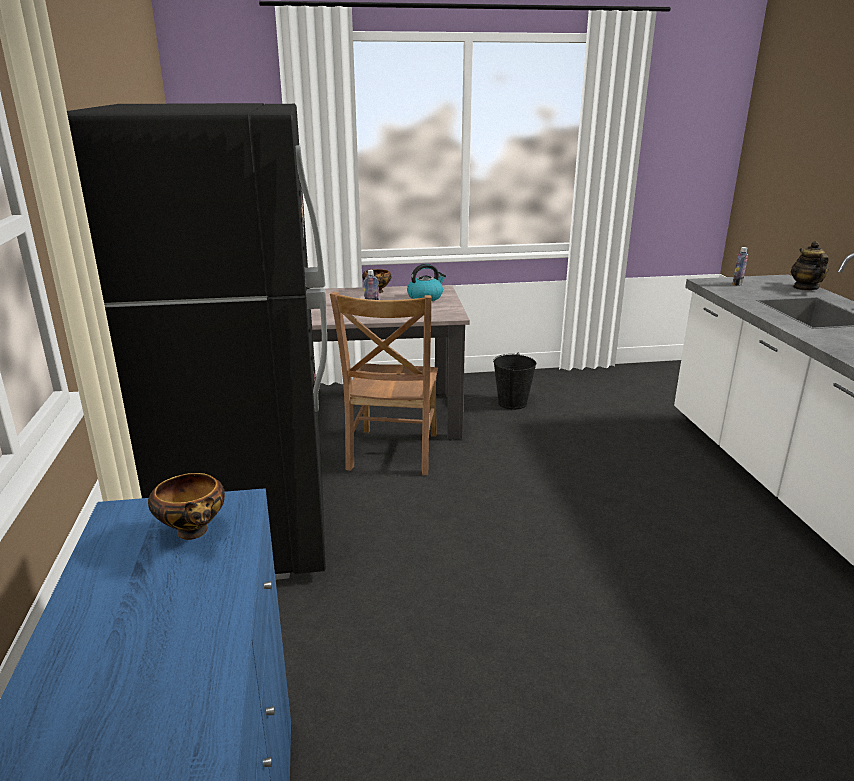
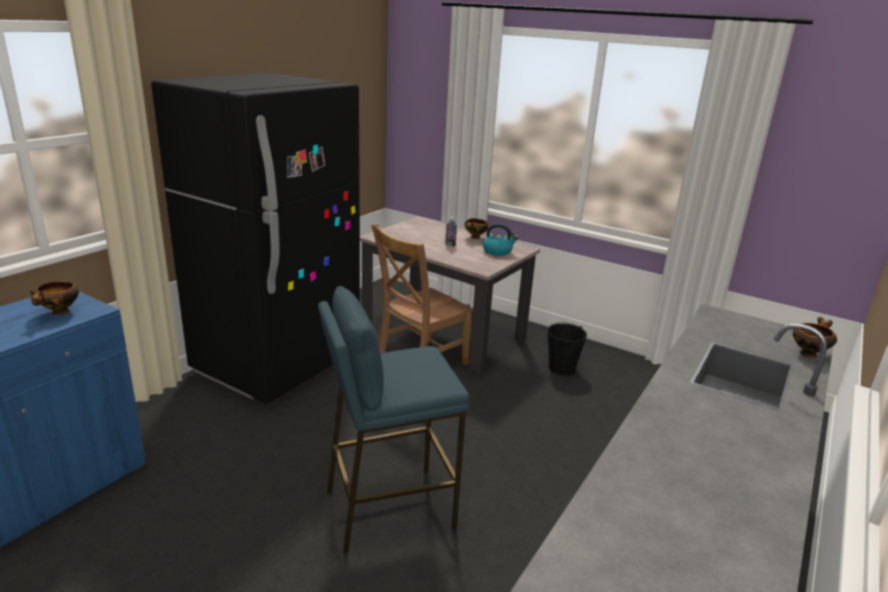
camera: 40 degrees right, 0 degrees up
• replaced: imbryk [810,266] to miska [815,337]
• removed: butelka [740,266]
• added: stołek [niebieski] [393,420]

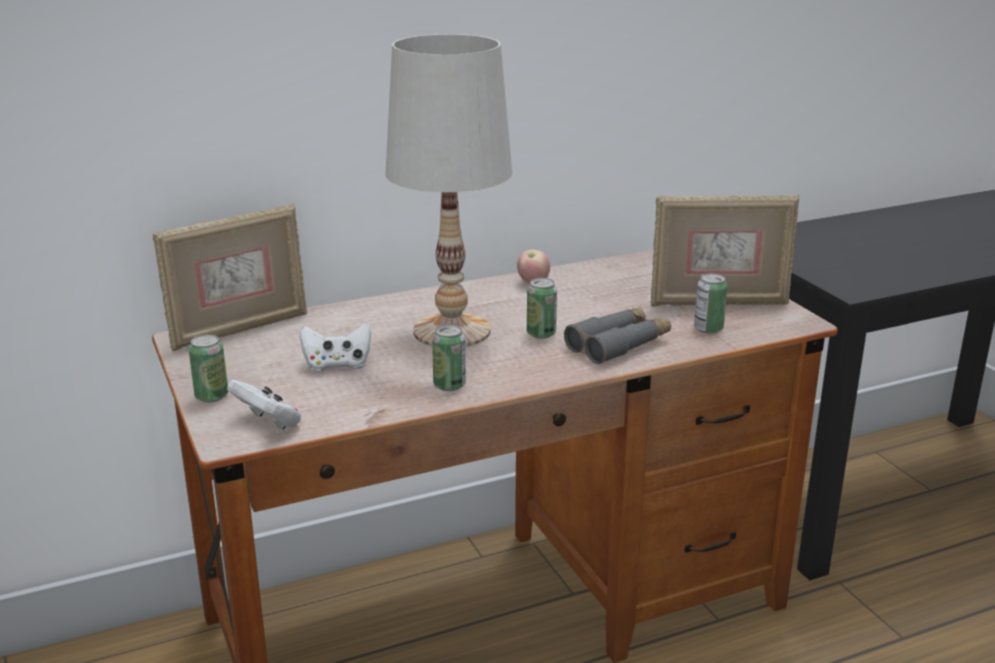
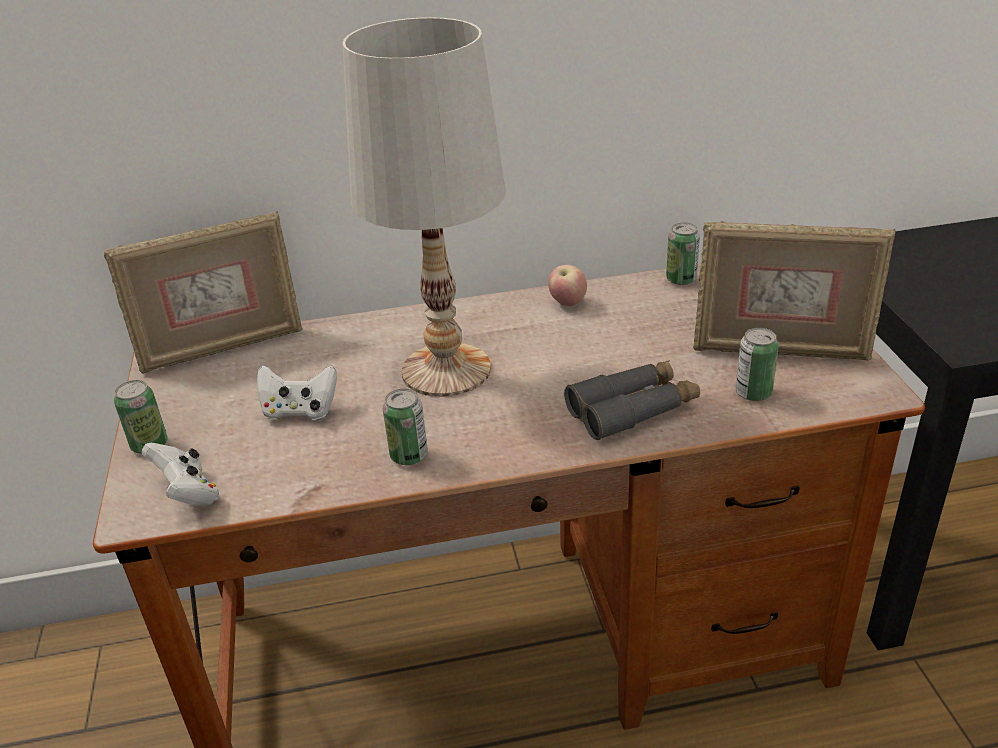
camera: 15 degrees right, 10 degrees up
• moved: puszka [542,308] to [683,254]

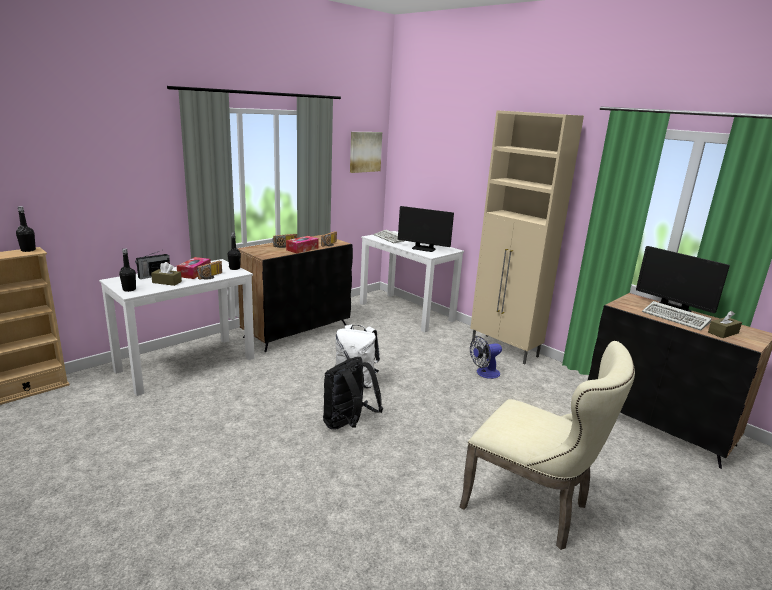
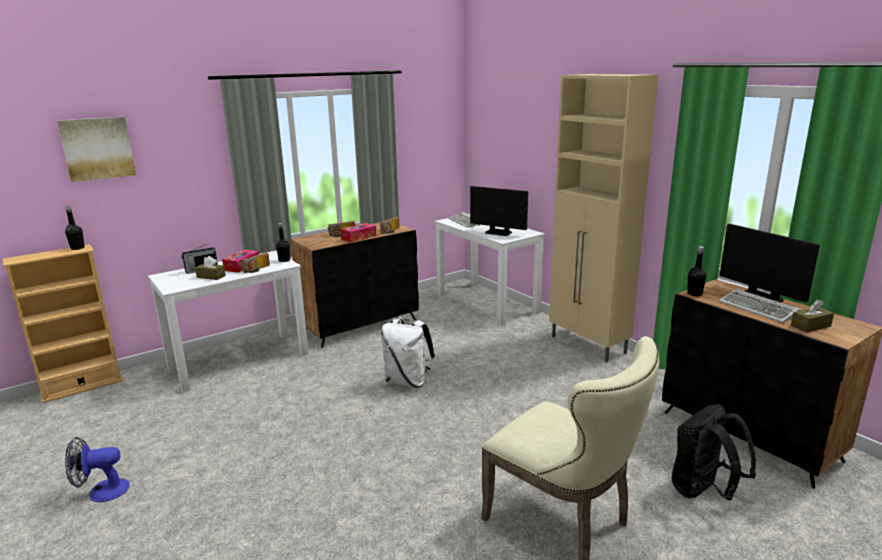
camera: 10 degrees right, 0 degrees up
• moved: obraz [366,152] to [96,149]
• moved: butelka [czarny] [127,270] to [697,271]
• moved: wentylator [486,357] to [97,469]
• moved: plecak [czarny] [353,393] to [714,452]

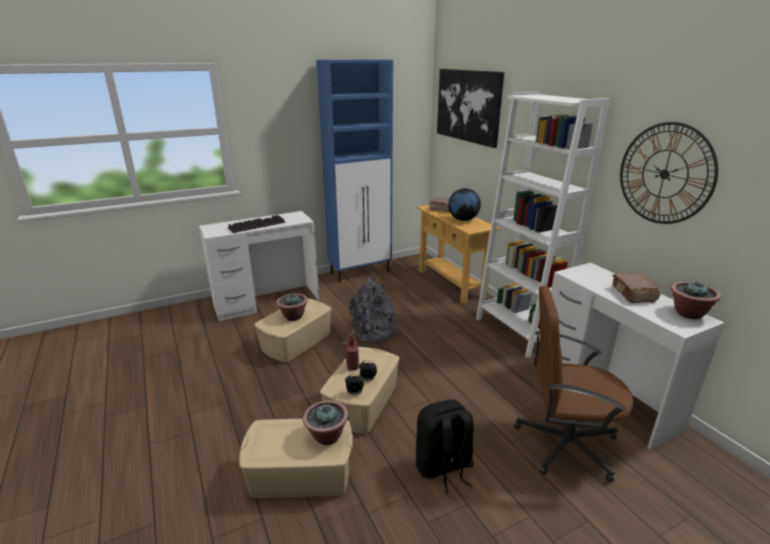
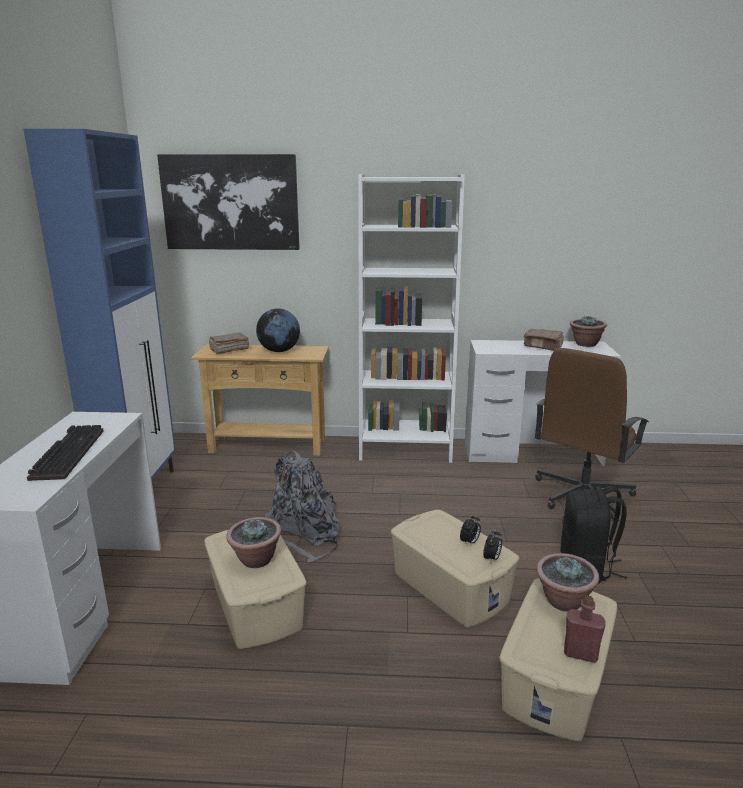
camera: 60 degrees left, 5 degrees down
• removed: zegar ścienny [669,173]
• moved: butelka [czerwony] [352,352] to [585,629]

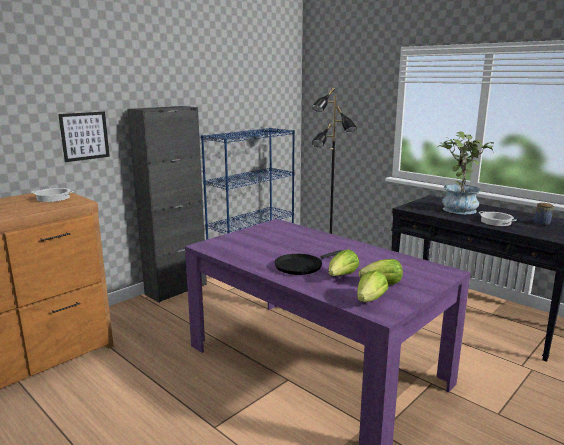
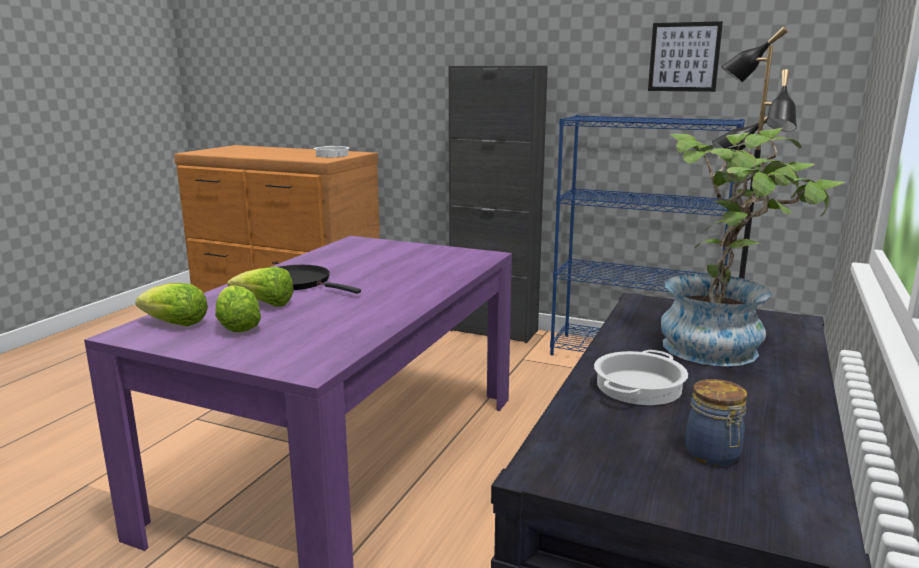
camera: 70 degrees right, 0 degrees up
• moved: obraz [84,137] to [685,56]

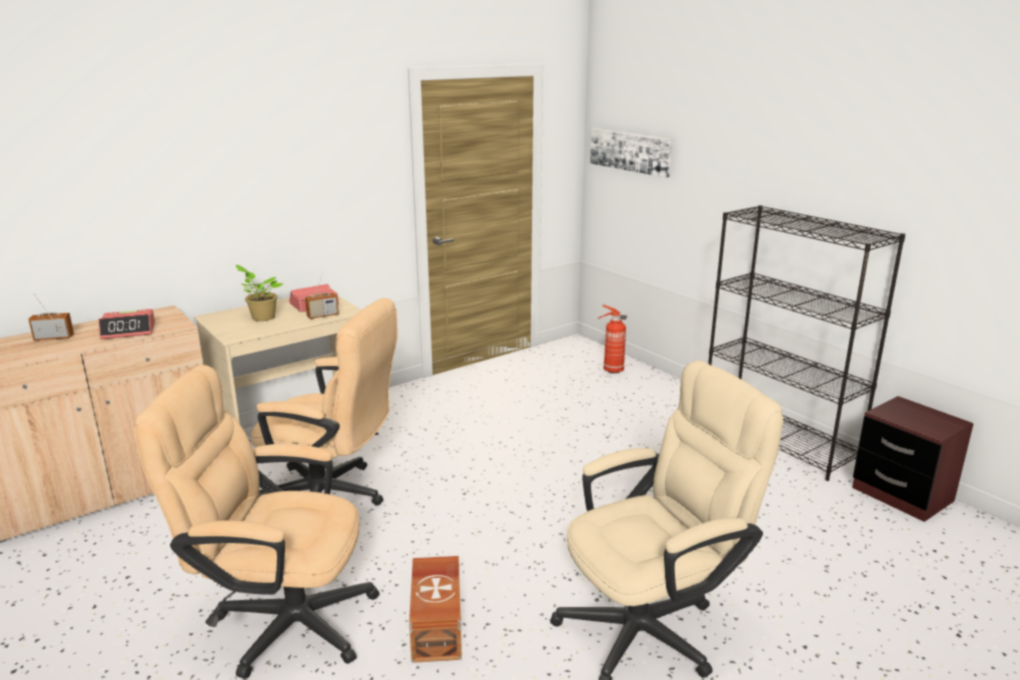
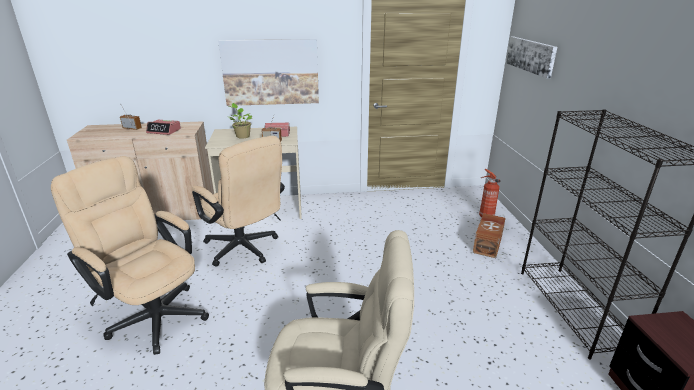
camera: 30 degrees right, 5 degrees up
• moved: pojemnik do przechowywania [brązowy] [435,609] to [489,235]
• added: obraz [268,72]

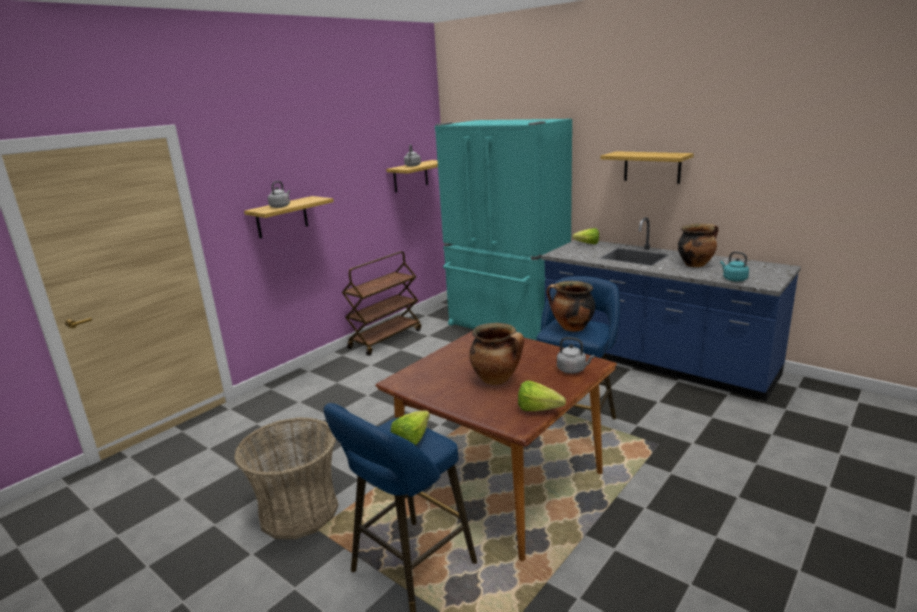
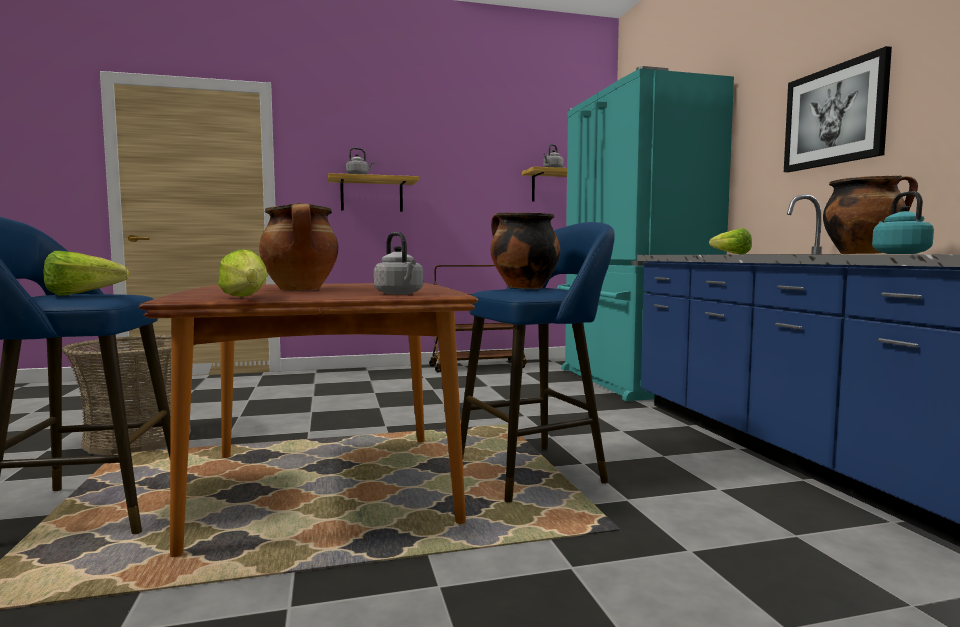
camera: 35 degrees right, 15 degrees down
• replaced: półka [647,167] to obraz [838,109]

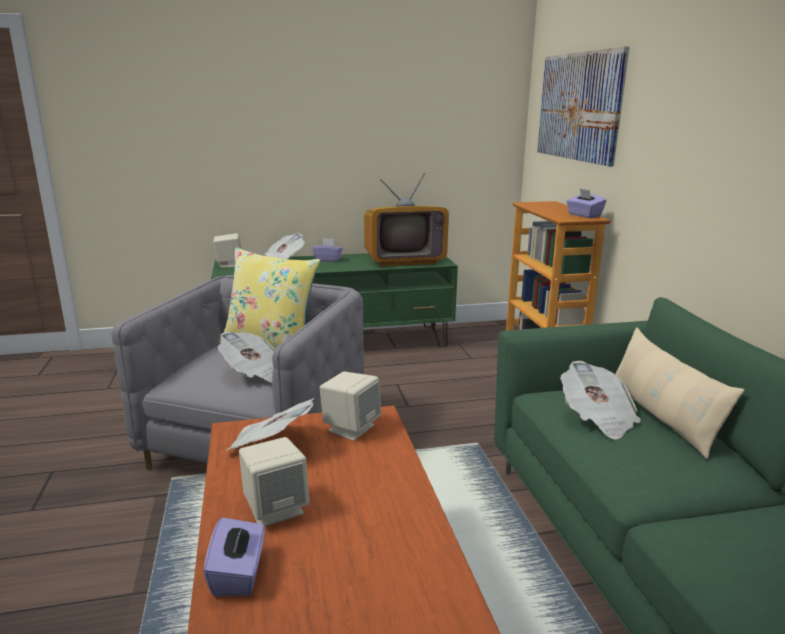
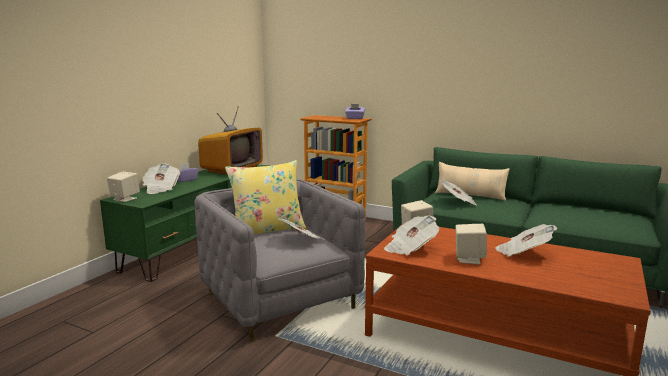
camera: 50 degrees left, 5 degrees down
• removed: obraz [583,106]
• removed: pudełko chusteczek [fioletowy] [234,556]
• added: gazeta [526,240]

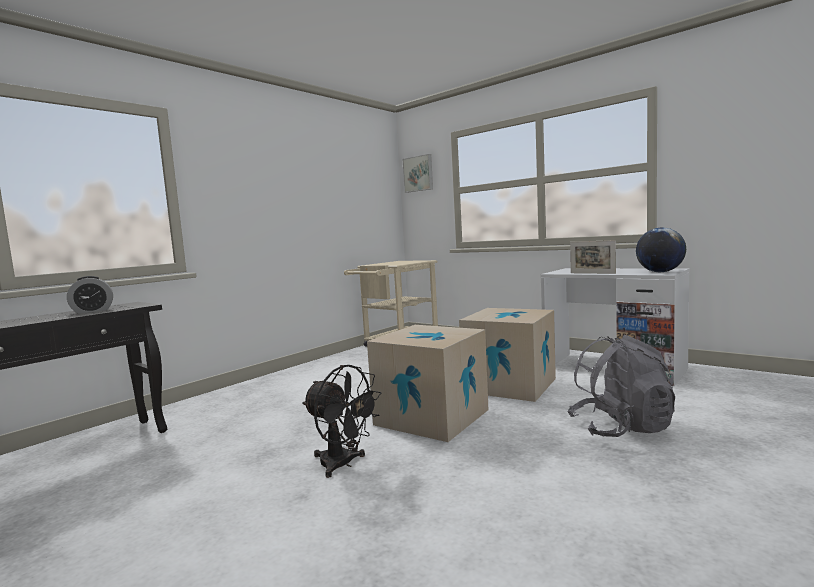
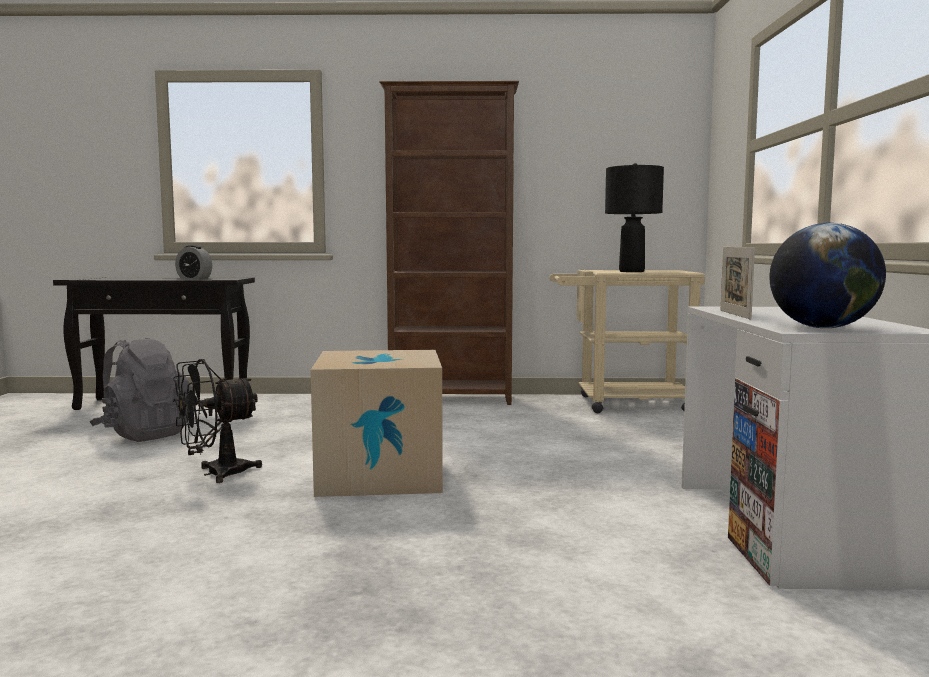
camera: 50 degrees right, 0 degrees up
• removed: obraz [418,173]
• removed: karton [507,355]
• moved: plecak [szary] [621,386] to [142,390]
• turned: wentylator [czarny] [342,421] = [217,421] 60 degrees clockwise
• added: regał [brązowy] [449,243]
• added: lampa stołowa [czarny] [634,217]

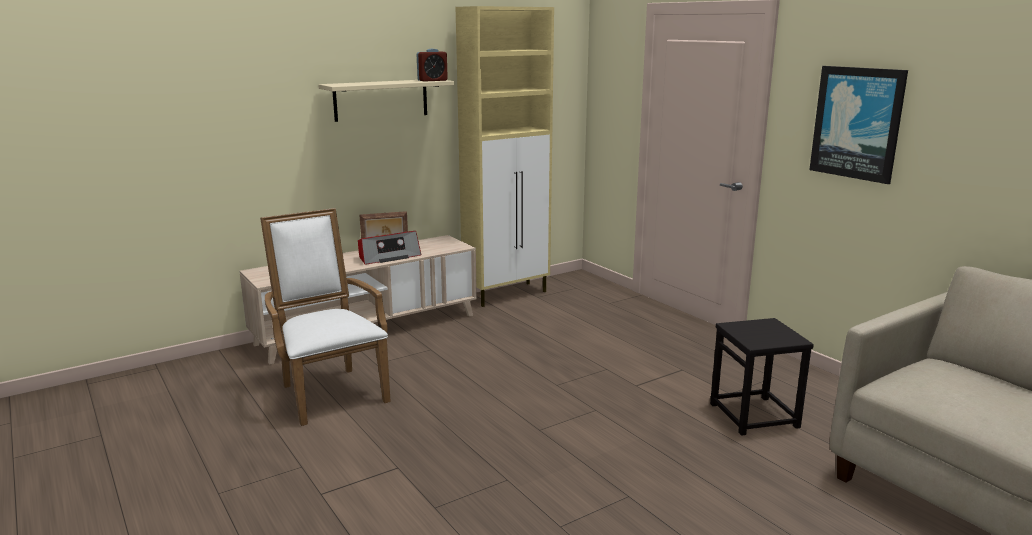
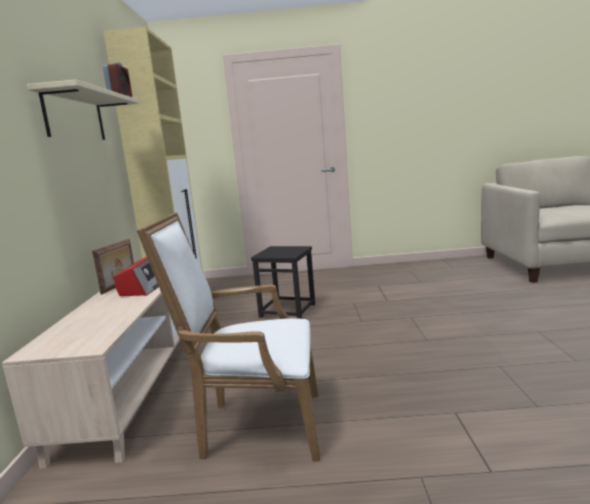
camera: 55 degrees left, 5 degrees down
• removed: obraz [858,125]
• moved: stołek [czarny] [762,377] to [283,282]

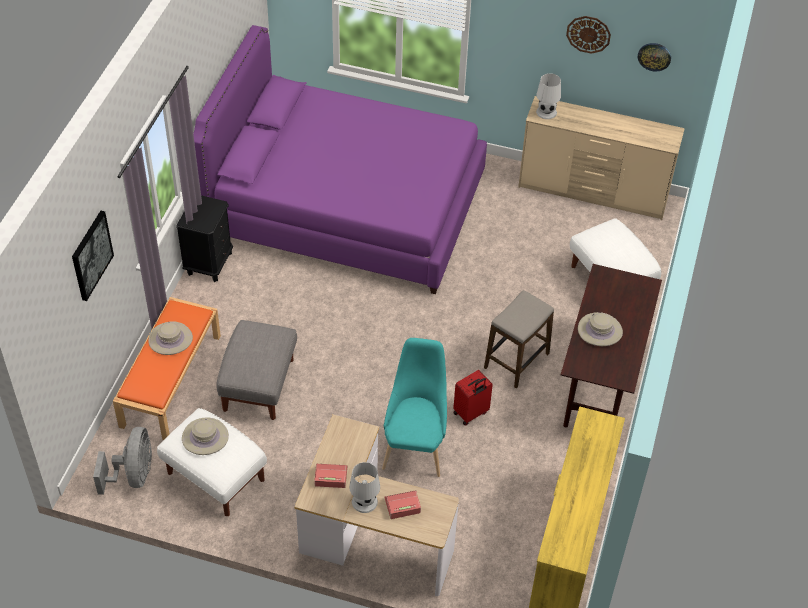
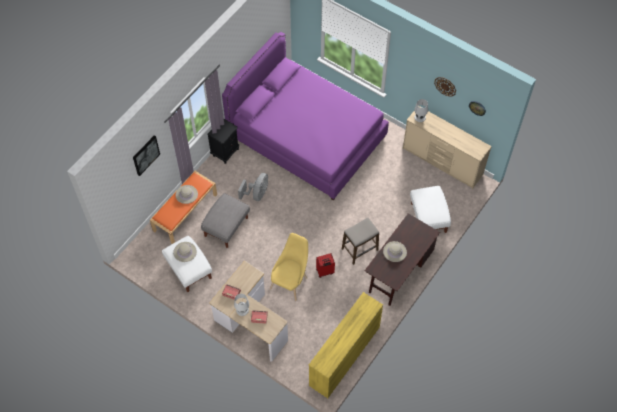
camera: 20 degrees right, 10 degrees up
• recoloured: krzesło [turkusowy] [414,407] to krzesło [żółty] [289,267]
• moved: wentylator [szary] [122,461] to [253,187]

